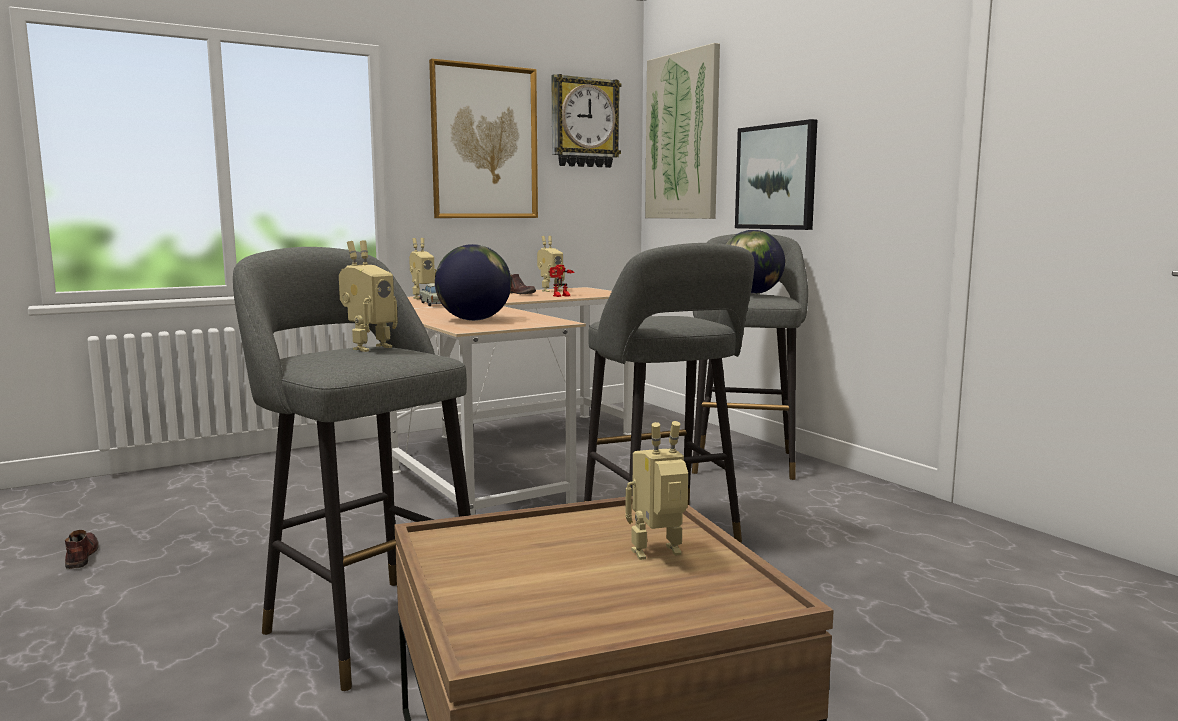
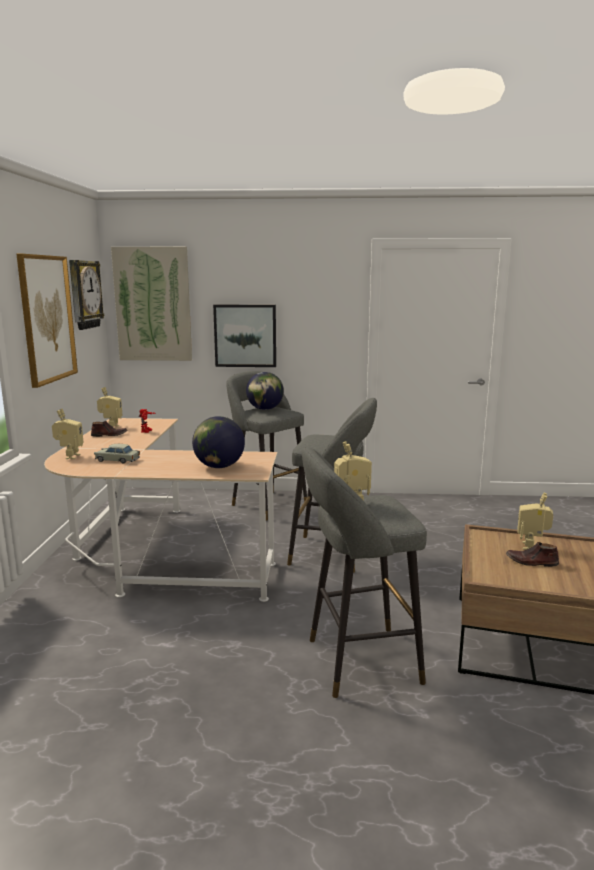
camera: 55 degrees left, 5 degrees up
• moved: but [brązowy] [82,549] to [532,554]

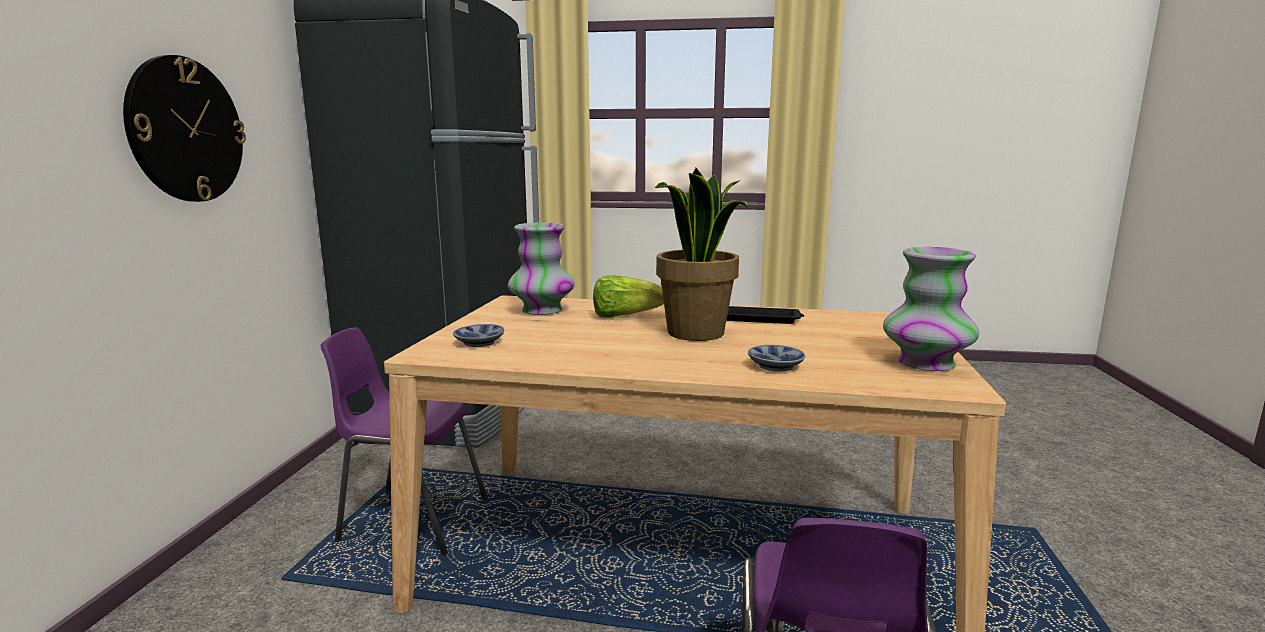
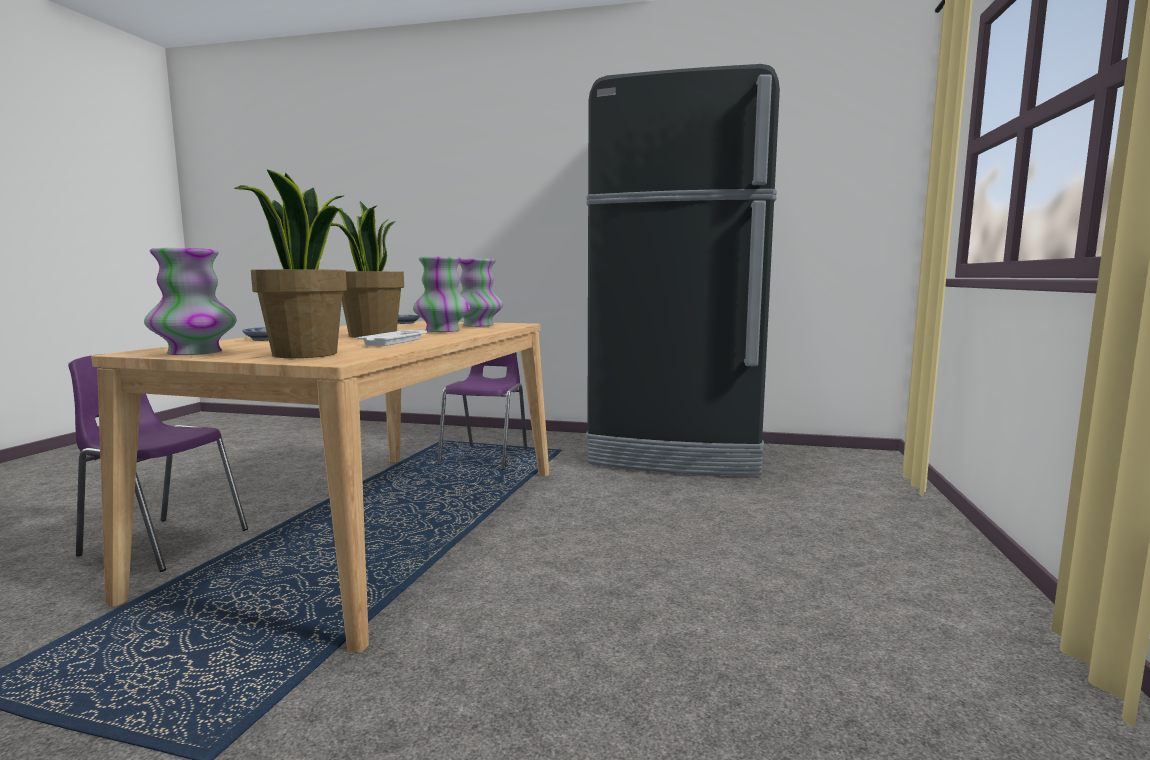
camera: 95 degrees right, 5 degrees down
• removed: zegar ścienny [184,128]
• replaced: sałata [628,296] to wazon [441,294]
• recoloured: taca [czarny] [765,315] to taca [biały] [392,338]
• added: roślina doniczkowa [290,263]

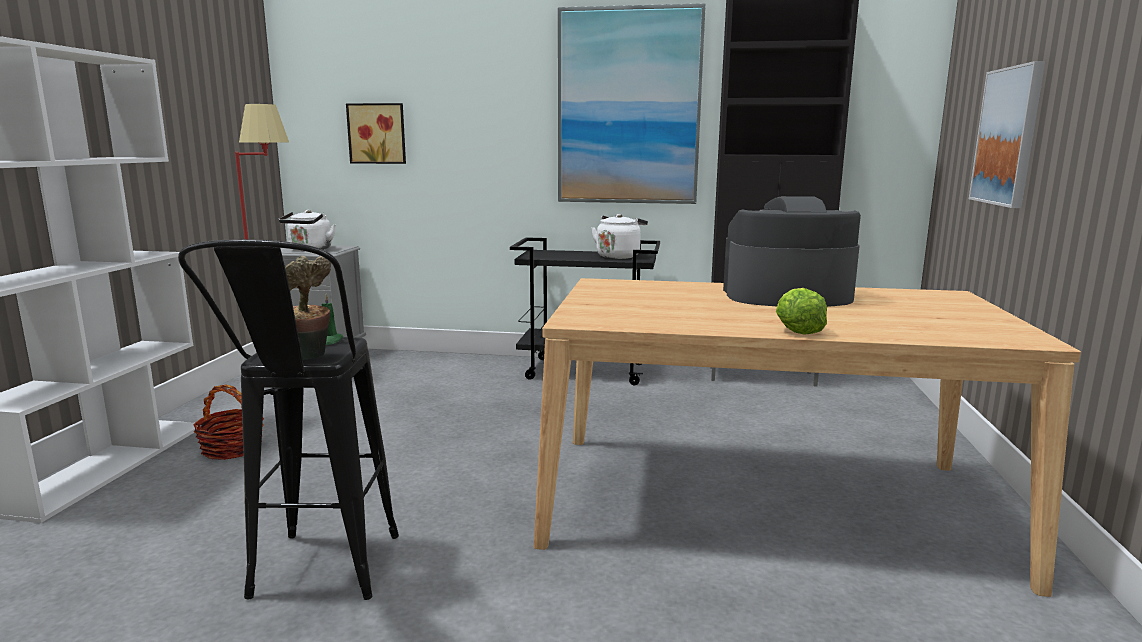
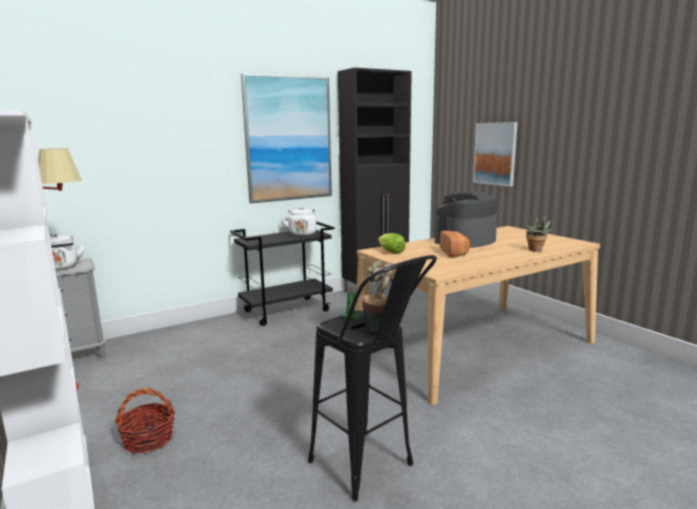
camera: 40 degrees left, 0 degrees up
• removed: obraz [376,133]
• moved: sałata [801,311] to [391,243]
• added: roślina doniczkowa [538,233]
• added: chleb [455,244]

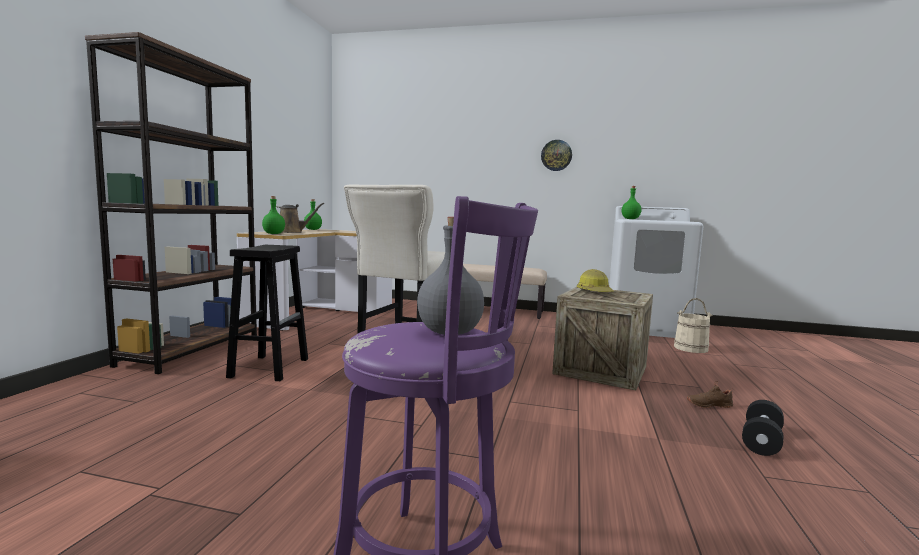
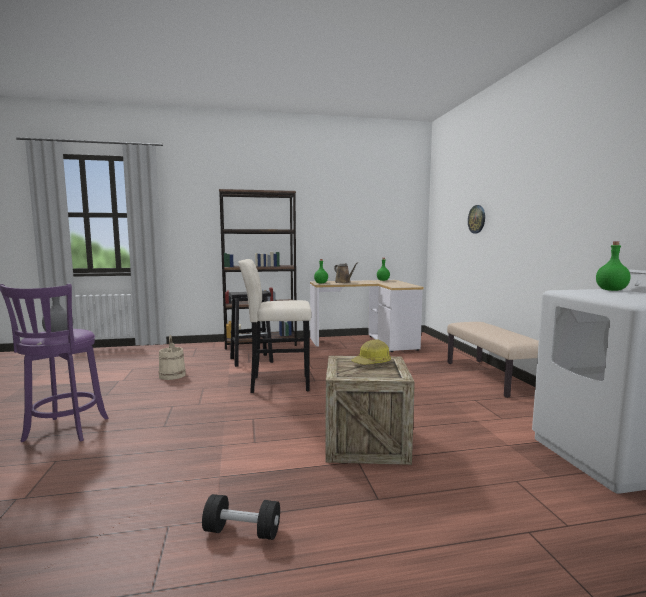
camera: 65 degrees right, 0 degrees up
• moved: zegar ścienny [556,155] to [476,219]
• moved: wiadro [beżowy] [693,325] to [172,357]
• removed: but [brązowy] [710,394]

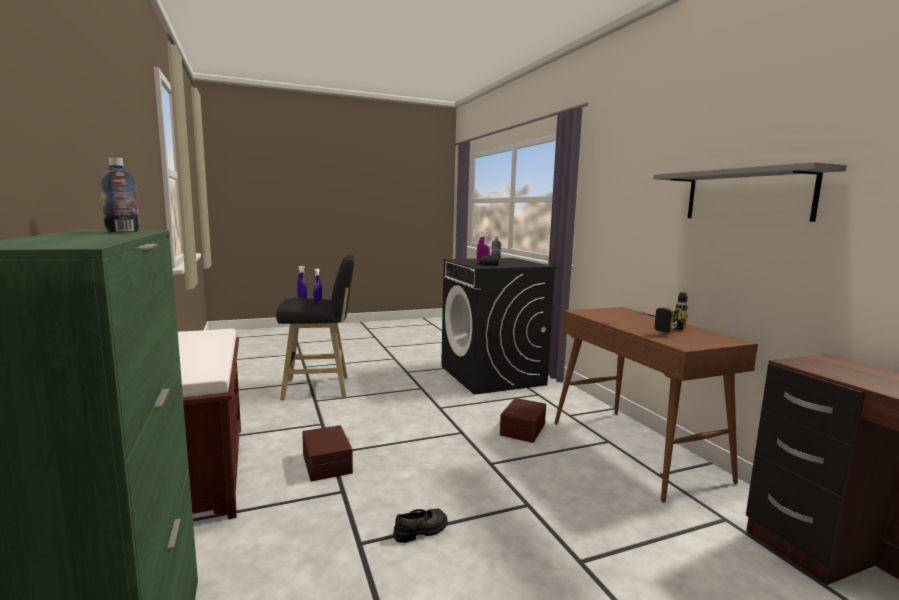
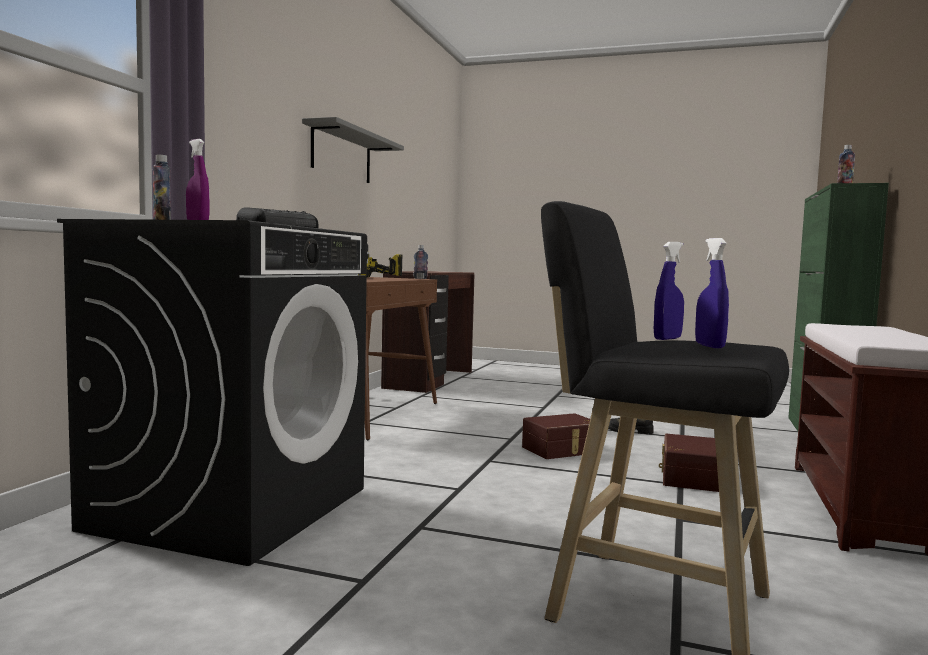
camera: 140 degrees left, 5 degrees down
• moved: pojemnik do przechowywania [brązowy] [523,420] to [556,436]
• added: butelka [420,262]

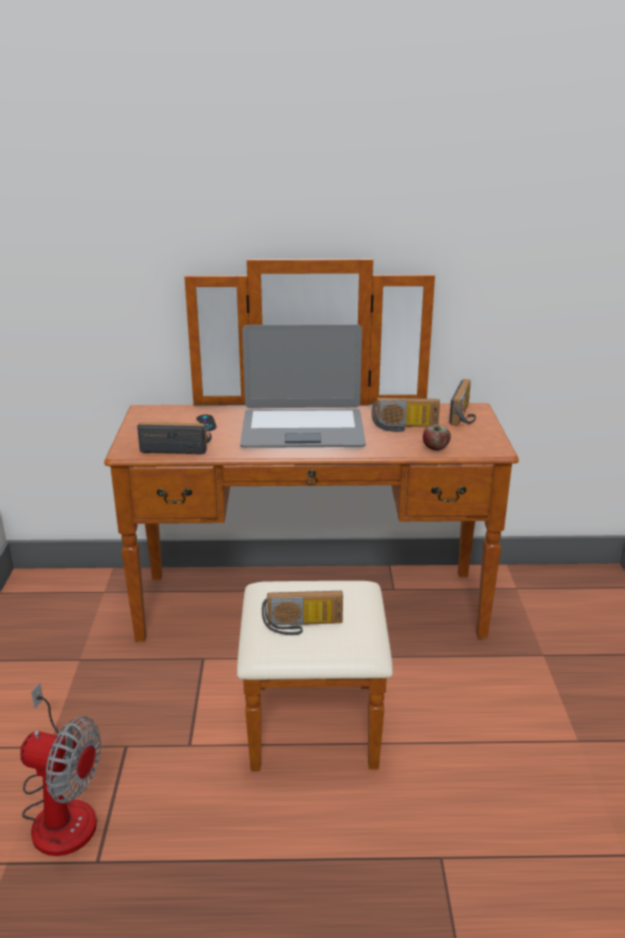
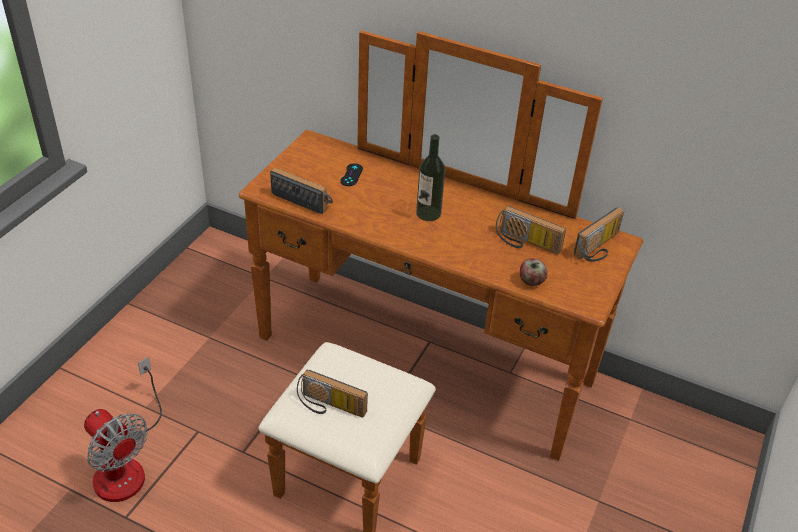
camera: 25 degrees right, 15 degrees up
• replaced: laptop [303,386] to butelka [430,177]

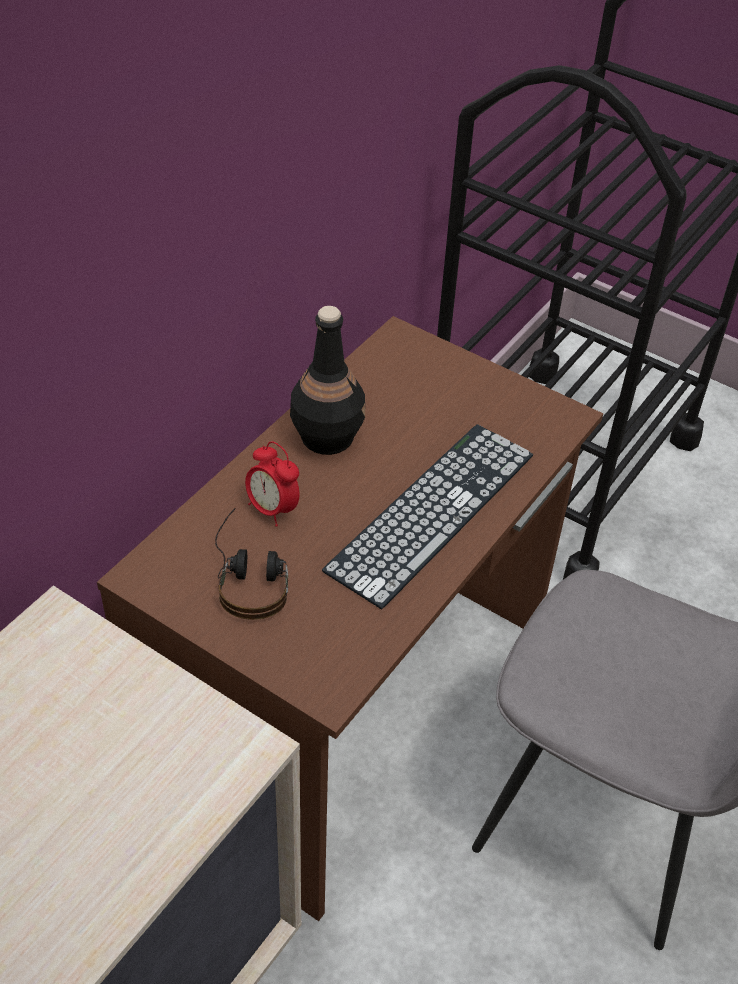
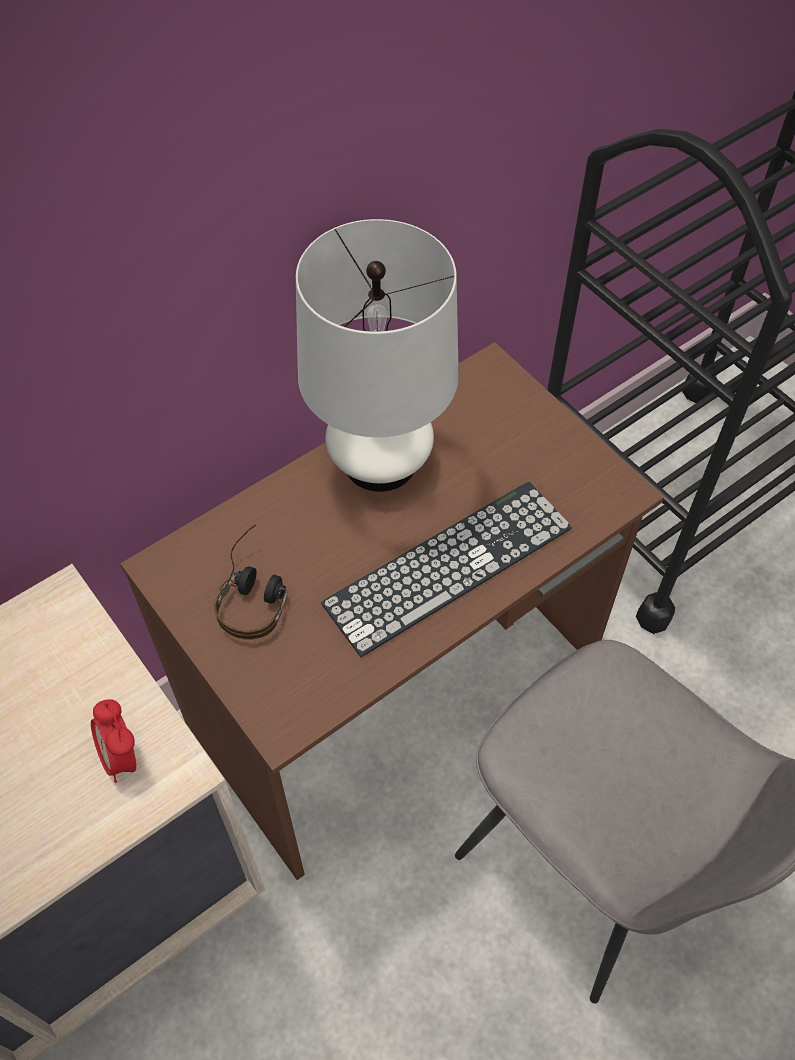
camera: 20 degrees right, 10 degrees up
• replaced: butelka [czarny] [327,380] to lampa stołowa [biały] [377,355]
• moved: budzik [272,484] to [113,741]

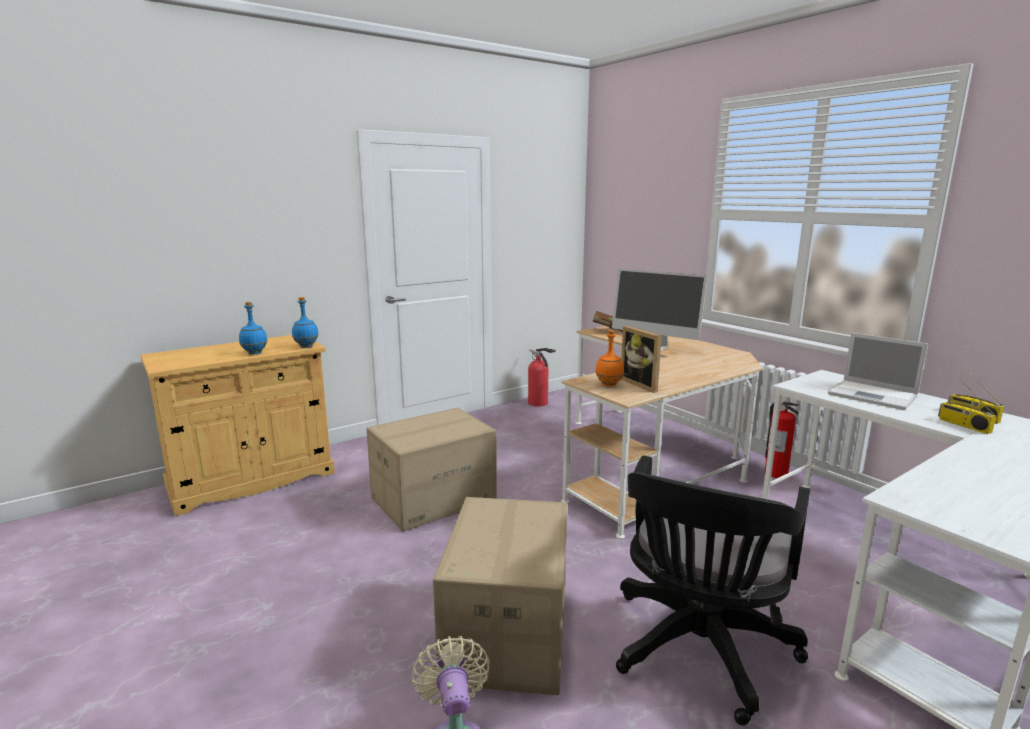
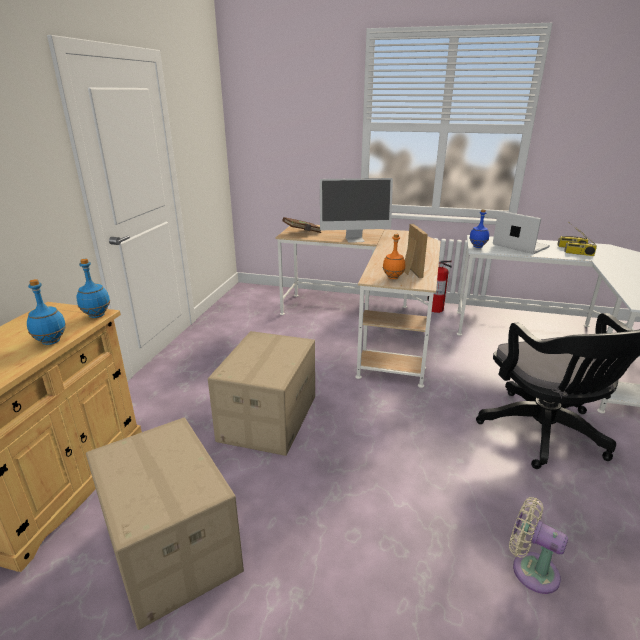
camera: 40 degrees left, 10 degrees up
• turned: ramka na zdjęcie [641,359] = [416,251] 120 degrees counterclockwise
• turned: laptop [878,371] = [521,232] 135 degrees counterclockwise
• removed: gaśnica [542,377]
• moved: karton [500,596] to [165,523]
• added: butelka [niebieski] [479,228]

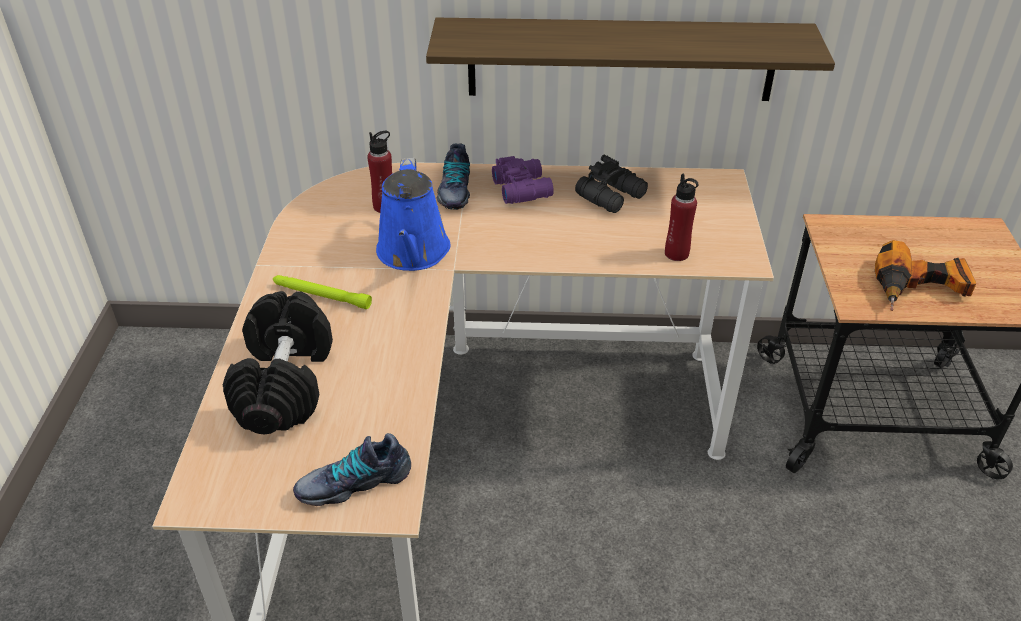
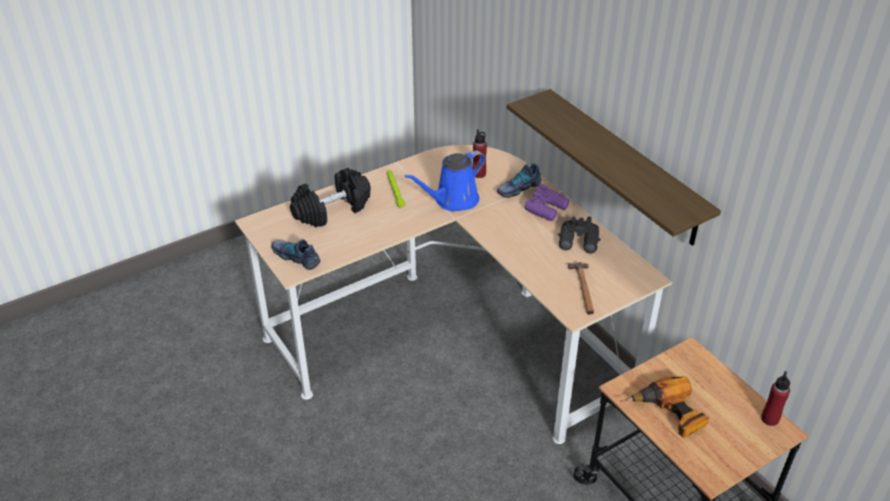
camera: 55 degrees right, 0 degrees up
• moved: butelka [czerwony] [681,217] to [775,398]
• added: młotek [581,288]

